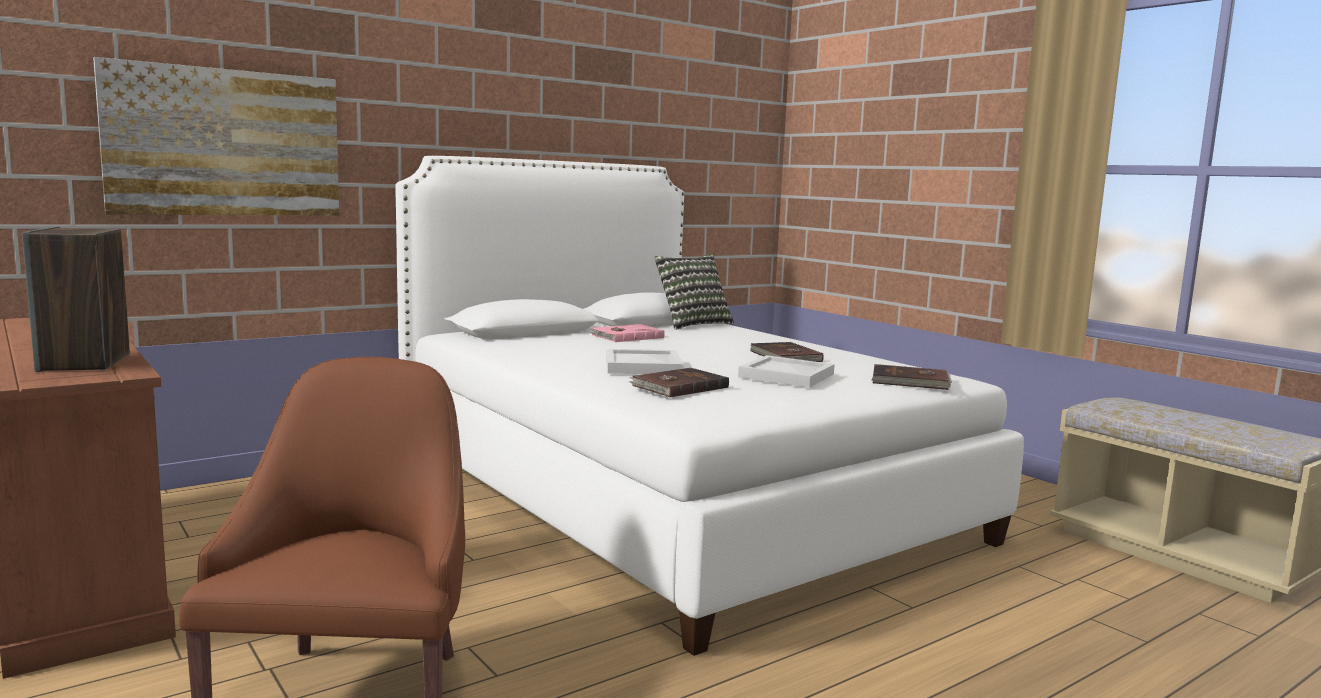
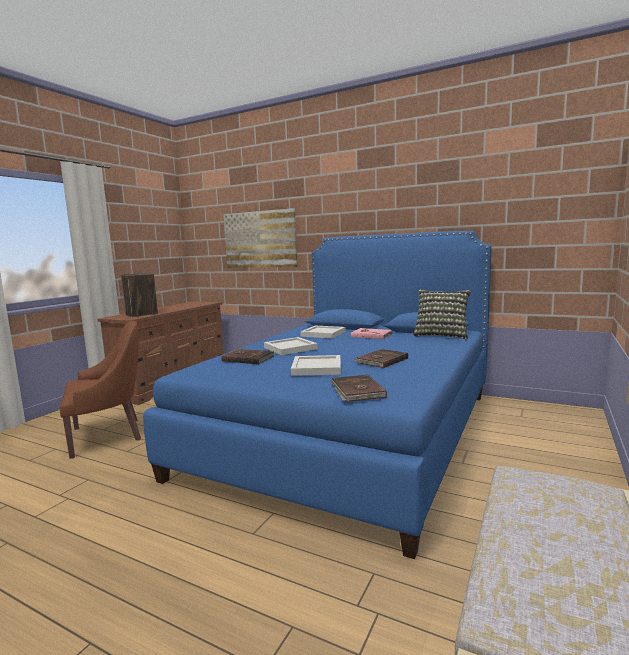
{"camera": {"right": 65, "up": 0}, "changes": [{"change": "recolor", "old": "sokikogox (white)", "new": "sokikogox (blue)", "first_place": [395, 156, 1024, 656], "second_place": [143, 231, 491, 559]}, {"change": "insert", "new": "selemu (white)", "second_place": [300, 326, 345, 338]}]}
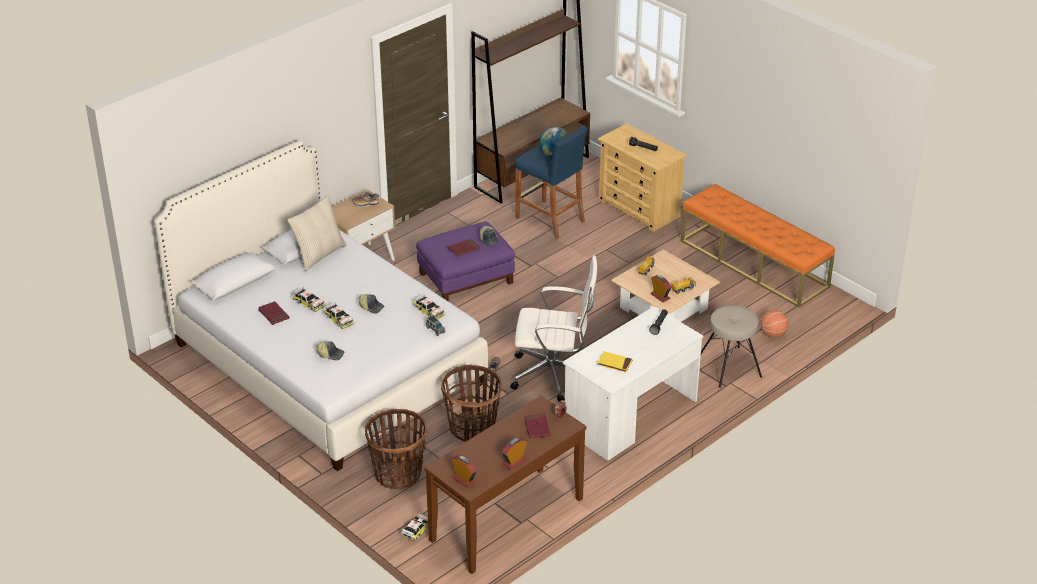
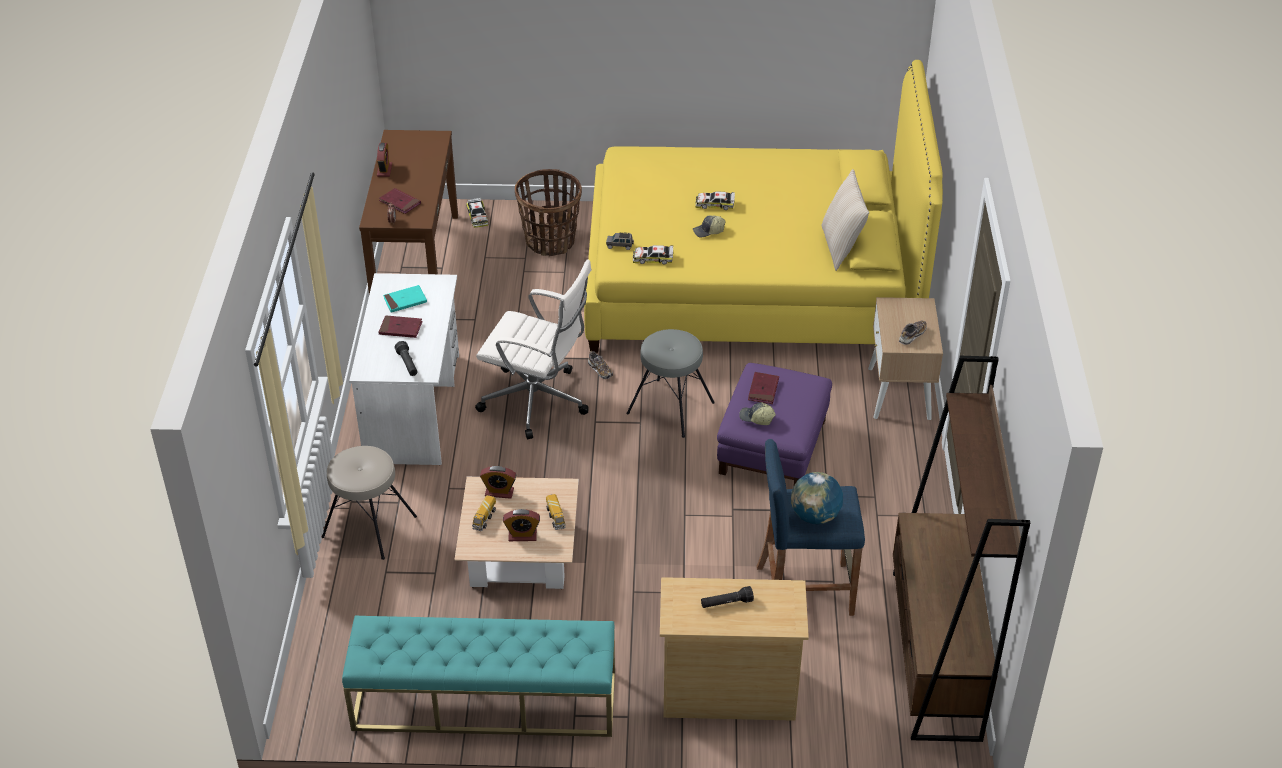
{"camera": {"right": 135, "up": 5}, "changes": [{"change": "recolor", "old": "sokikogox (white)", "new": "sokikogox (yellow)", "first_place": [154, 141, 488, 471], "second_place": [584, 60, 943, 353]}, {"change": "recolor", "old": "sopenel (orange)", "new": "sopenel (turquoise)", "first_place": [681, 184, 835, 308], "second_place": [342, 616, 615, 737]}, {"change": "rotate", "old": "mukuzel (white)", "first_place": [510, 256, 597, 402], "second_place": [475, 259, 592, 439], "degrees": -120}, {"change": "delete", "old": "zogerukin", "first_place": [293, 287, 325, 312]}, {"change": "move", "old": "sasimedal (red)", "first_place": [258, 301, 289, 325], "second_place": [378, 315, 423, 338]}, {"change": "delete", "old": "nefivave", "first_place": [761, 310, 789, 338]}, {"change": "delete", "old": "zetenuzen", "first_place": [316, 341, 344, 361]}, {"change": "recolor", "old": "sasimedal (yellow)", "new": "sasimedal (turquoise)", "first_place": [597, 351, 633, 372], "second_place": [383, 285, 427, 313]}, {"change": "delete", "old": "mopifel", "first_place": [441, 364, 502, 442]}, {"change": "move", "old": "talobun", "first_place": [452, 455, 477, 488], "second_place": [503, 509, 540, 541]}, {"change": "insert", "new": "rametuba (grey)", "second_place": [626, 329, 715, 438]}]}
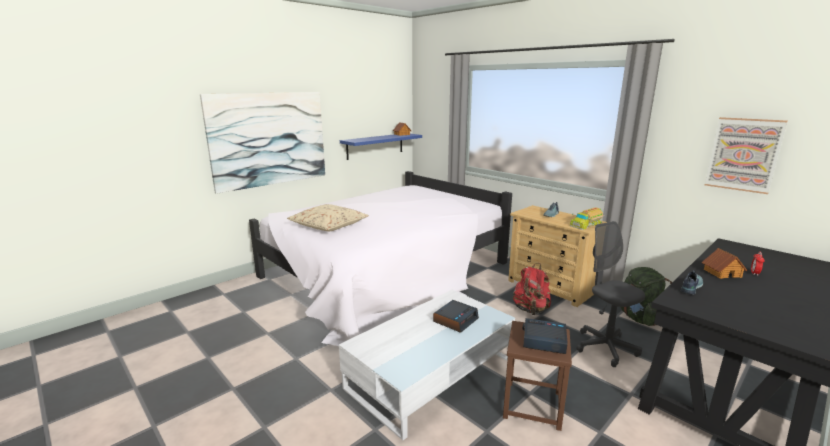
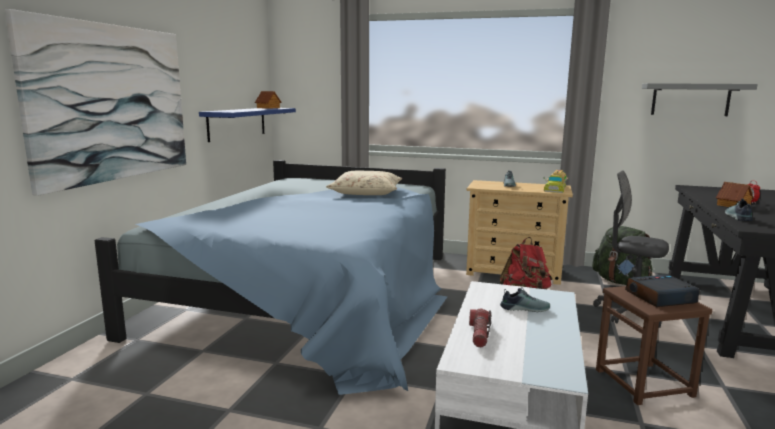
{"camera": {"right": -30, "up": -5}, "changes": [{"change": "replace", "old": "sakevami", "new": "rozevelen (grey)", "first_place": [705, 117, 788, 194], "second_place": [642, 83, 758, 116]}, {"change": "recolor", "old": "sokikogox (white)", "new": "sokikogox (blue)", "first_place": [249, 171, 512, 346], "second_place": [95, 160, 447, 395]}, {"change": "move", "old": "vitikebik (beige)", "first_place": [287, 204, 369, 231], "second_place": [326, 171, 402, 195]}, {"change": "replace", "old": "talobun", "new": "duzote", "first_place": [433, 300, 479, 333], "second_place": [500, 287, 550, 312]}, {"change": "insert", "new": "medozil", "second_place": [469, 309, 492, 347]}]}
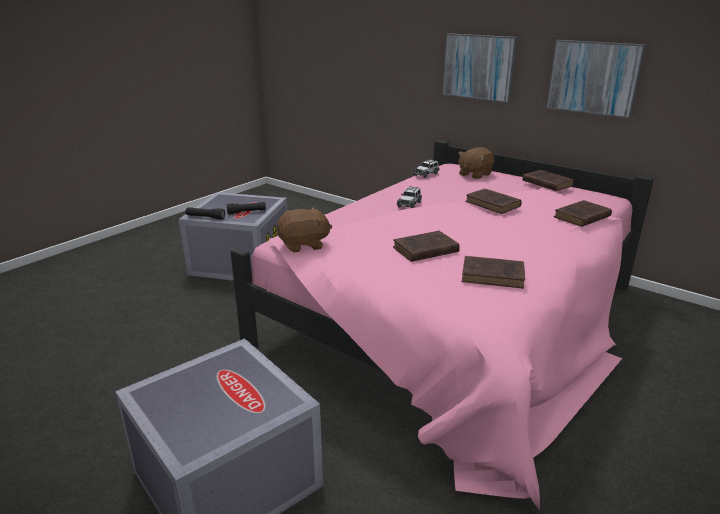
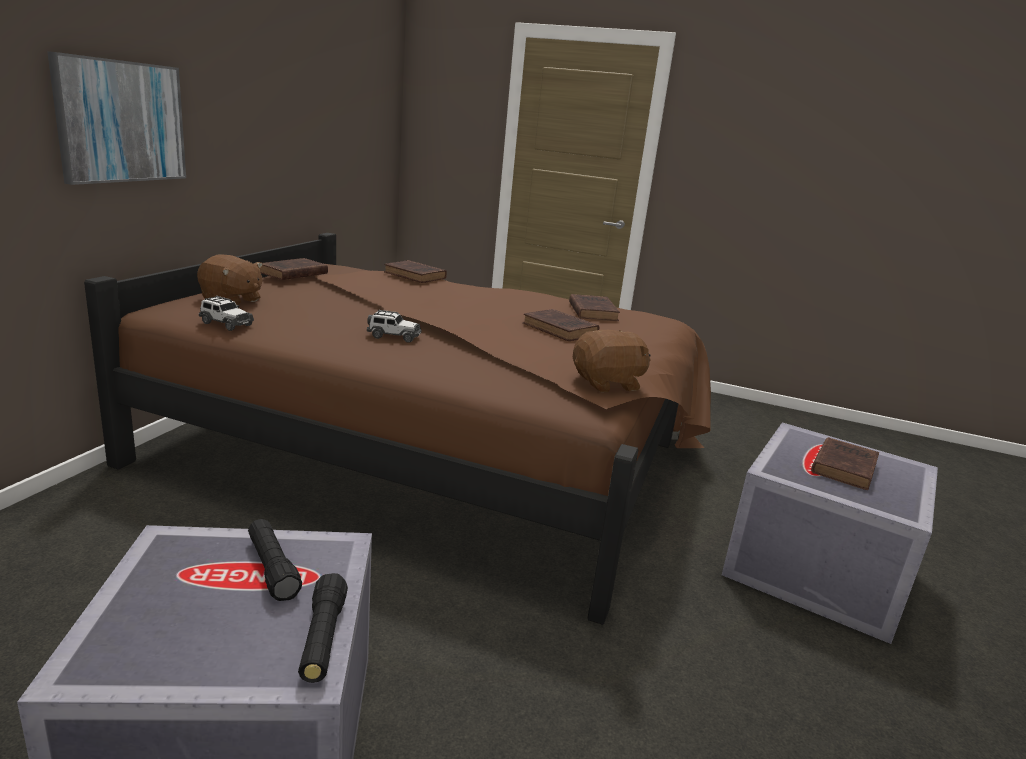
{"camera": {"right": -110, "up": -5}, "changes": [{"change": "delete", "old": "sakevami", "first_place": [546, 40, 646, 118]}, {"change": "recolor", "old": "sokikogox (pink)", "new": "sokikogox (brown)", "first_place": [231, 140, 654, 510], "second_place": [84, 233, 711, 625]}, {"change": "move", "old": "sasimedal (brown)", "first_place": [465, 188, 522, 214], "second_place": [811, 437, 879, 490]}, {"change": "rotate", "old": "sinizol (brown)", "first_place": [276, 207, 333, 252], "second_place": [573, 330, 651, 392], "degrees": 105}]}
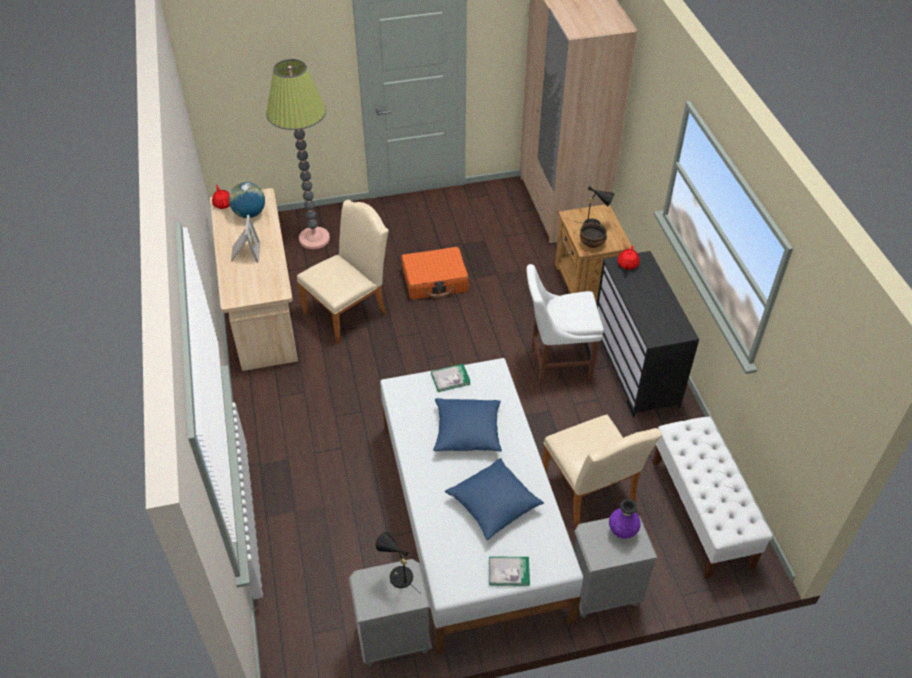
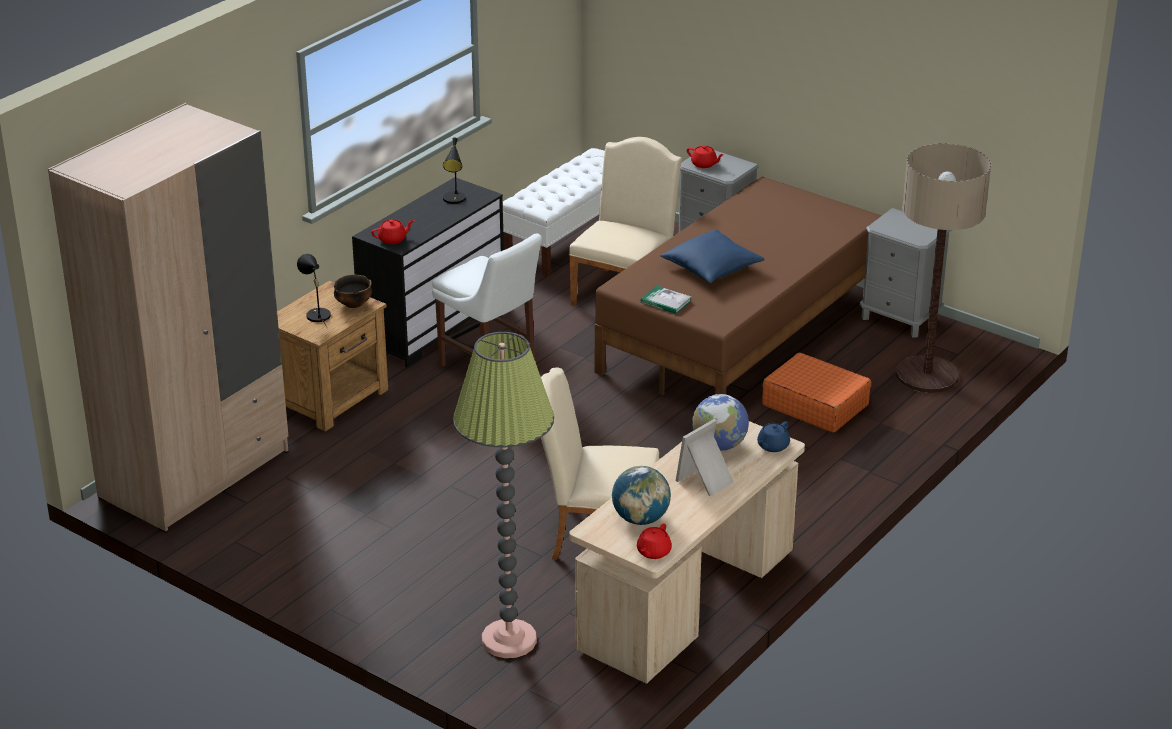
{"camera": {"right": -130, "up": -15}, "changes": [{"change": "move", "old": "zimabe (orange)", "first_place": [401, 247, 469, 300], "second_place": [762, 353, 871, 433]}, {"change": "recolor", "old": "sokikogox (white)", "new": "sokikogox (brown)", "first_place": [380, 358, 583, 654], "second_place": [595, 176, 882, 395]}, {"change": "delete", "old": "vitikebik (blue)", "first_place": [445, 458, 544, 540]}, {"change": "replace", "old": "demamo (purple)", "new": "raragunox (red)", "first_place": [609, 499, 641, 539], "second_place": [687, 145, 724, 168]}, {"change": "move", "old": "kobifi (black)", "first_place": [376, 532, 421, 594], "second_place": [443, 138, 465, 204]}, {"change": "delete", "old": "sasimedal", "first_place": [489, 556, 530, 586]}, {"change": "insert", "new": "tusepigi", "second_place": [896, 143, 991, 393]}, {"change": "insert", "new": "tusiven", "second_place": [692, 394, 749, 451]}, {"change": "insert", "new": "raragunox (blue)", "second_place": [757, 421, 790, 452]}]}
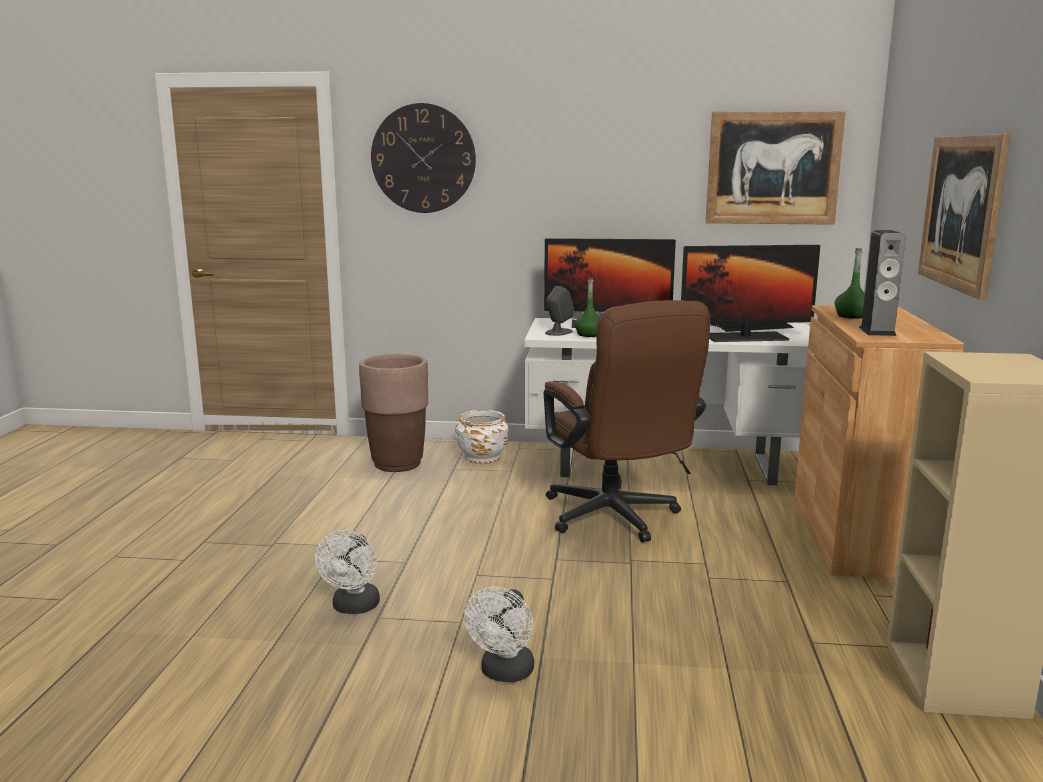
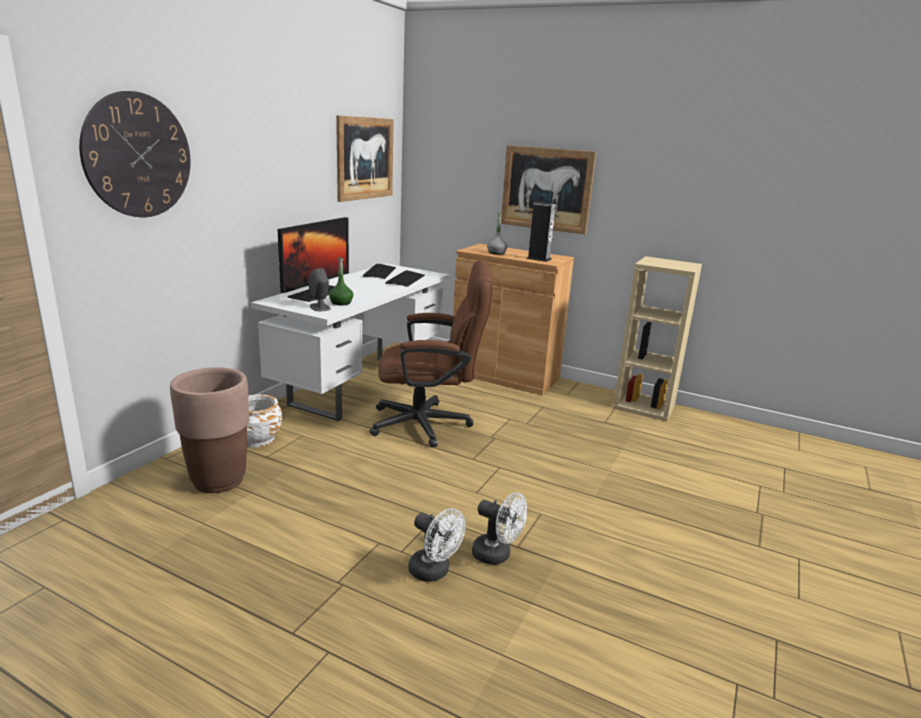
{"camera": {"right": -70, "up": 5}, "changes": [{"change": "replace", "old": "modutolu", "new": "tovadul", "first_place": [681, 245, 820, 342], "second_place": [385, 270, 425, 287]}, {"change": "recolor", "old": "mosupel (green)", "new": "mosupel (grey)", "first_place": [834, 248, 865, 319], "second_place": [487, 213, 508, 255]}, {"change": "move", "old": "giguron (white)", "first_place": [464, 587, 534, 682], "second_place": [408, 508, 466, 582]}]}
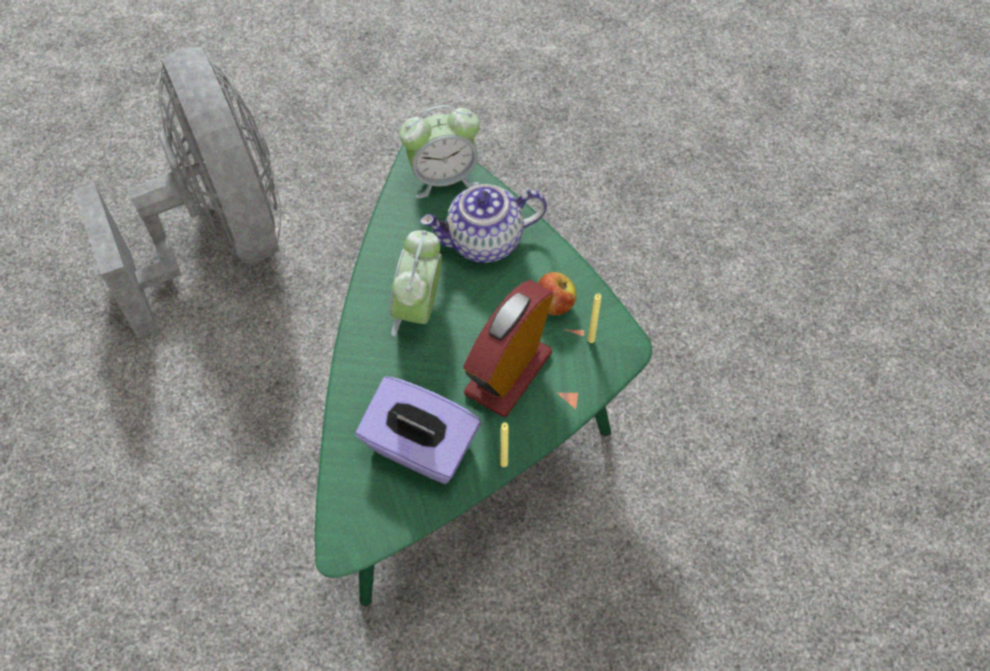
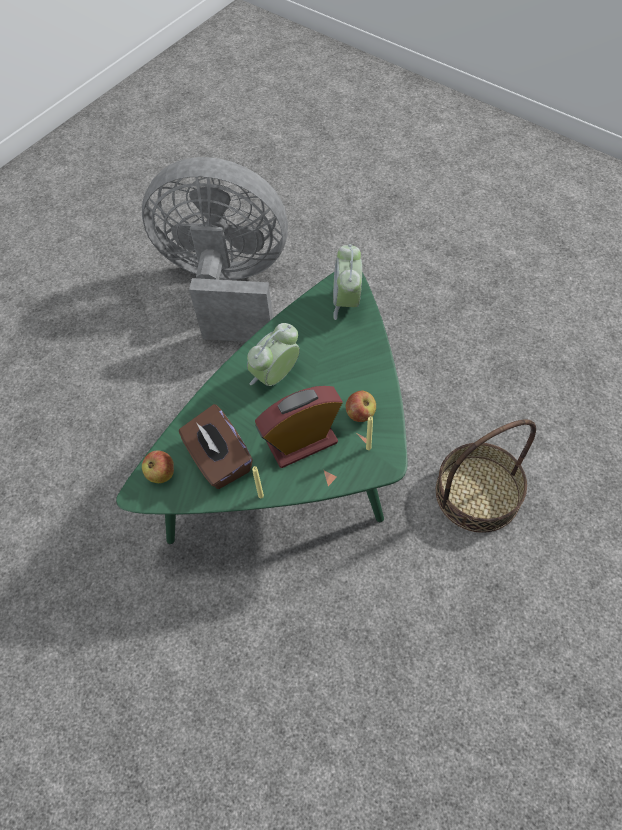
{"camera": {"right": 35, "up": 0}, "changes": [{"change": "rotate", "old": "giguron (grey)", "first_place": [73, 47, 281, 338], "second_place": [142, 157, 288, 342], "degrees": -90}, {"change": "rotate", "old": "talobun", "first_place": [400, 105, 480, 198], "second_place": [333, 244, 362, 320], "degrees": 75}, {"change": "delete", "old": "raragunox", "first_place": [420, 184, 547, 263]}, {"change": "recolor", "old": "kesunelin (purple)", "new": "kesunelin (brown)", "first_place": [356, 376, 481, 484], "second_place": [179, 404, 253, 489]}, {"change": "insert", "new": "mopifel", "second_place": [436, 420, 536, 533]}, {"change": "insert", "new": "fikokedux", "second_place": [142, 450, 174, 483]}]}
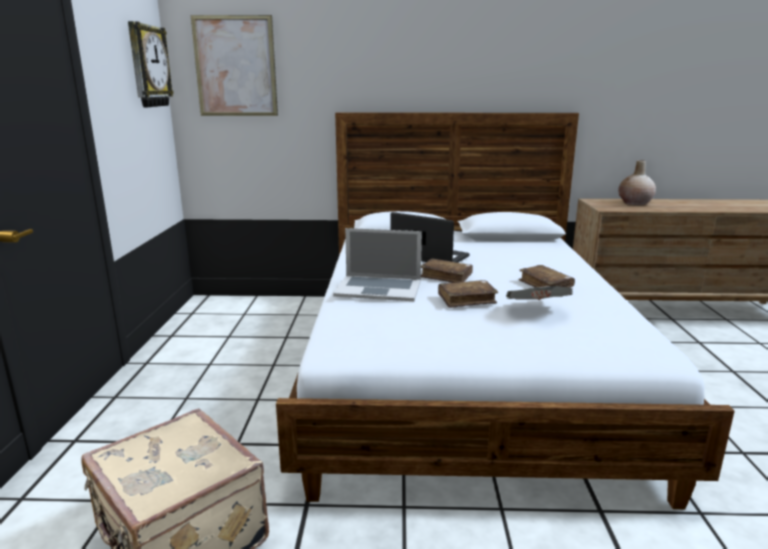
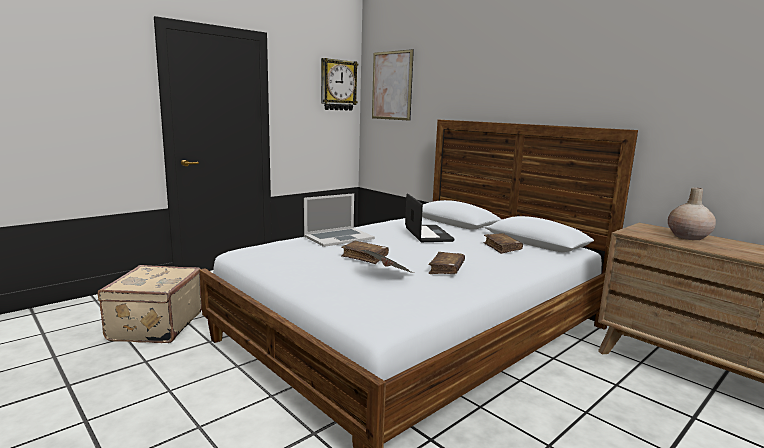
{"camera": {"right": 45, "up": -5}, "changes": [{"change": "rotate", "old": "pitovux", "first_place": [333, 228, 422, 301], "second_place": [304, 193, 375, 247], "degrees": -90}, {"change": "move", "old": "sasimedal (brown)", "first_place": [421, 258, 473, 283], "second_place": [484, 233, 523, 254]}]}
